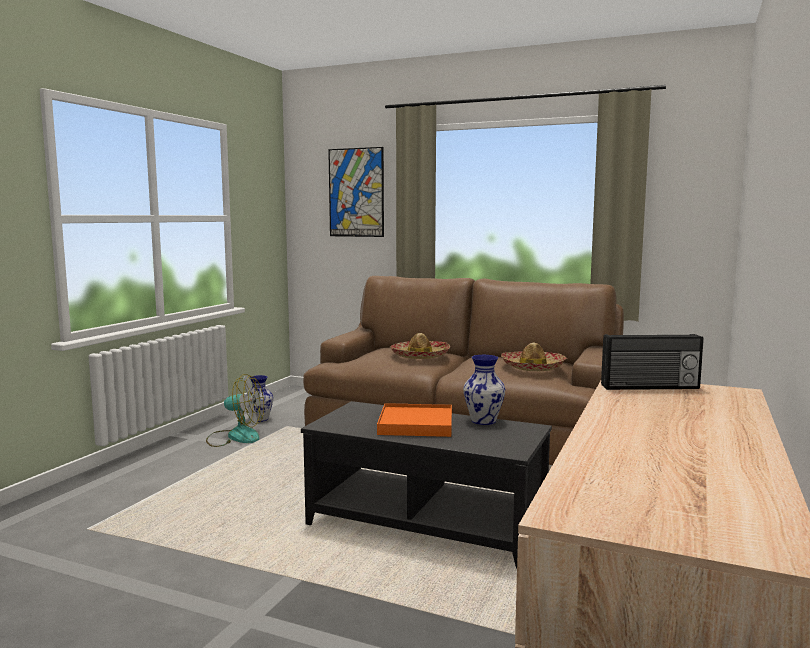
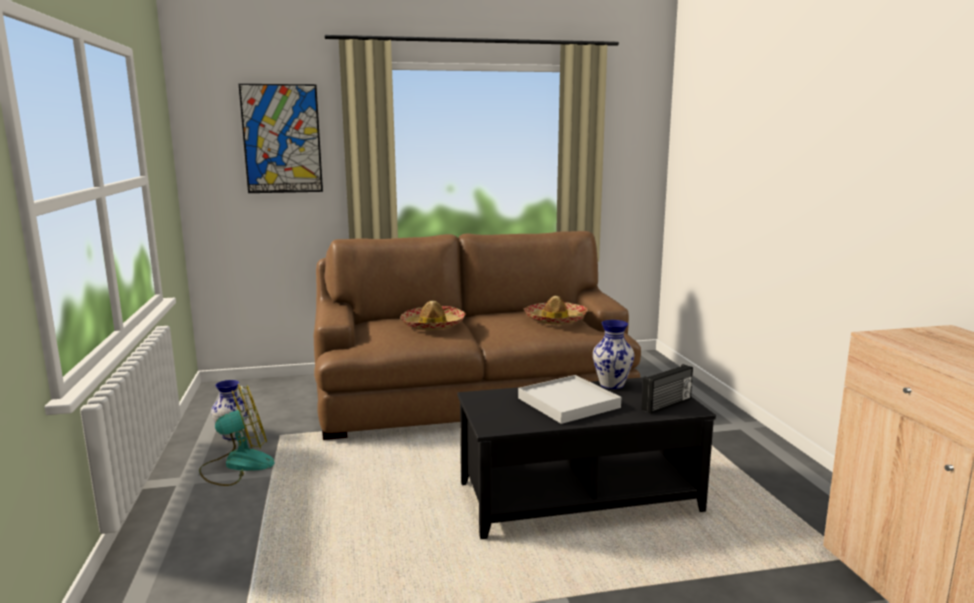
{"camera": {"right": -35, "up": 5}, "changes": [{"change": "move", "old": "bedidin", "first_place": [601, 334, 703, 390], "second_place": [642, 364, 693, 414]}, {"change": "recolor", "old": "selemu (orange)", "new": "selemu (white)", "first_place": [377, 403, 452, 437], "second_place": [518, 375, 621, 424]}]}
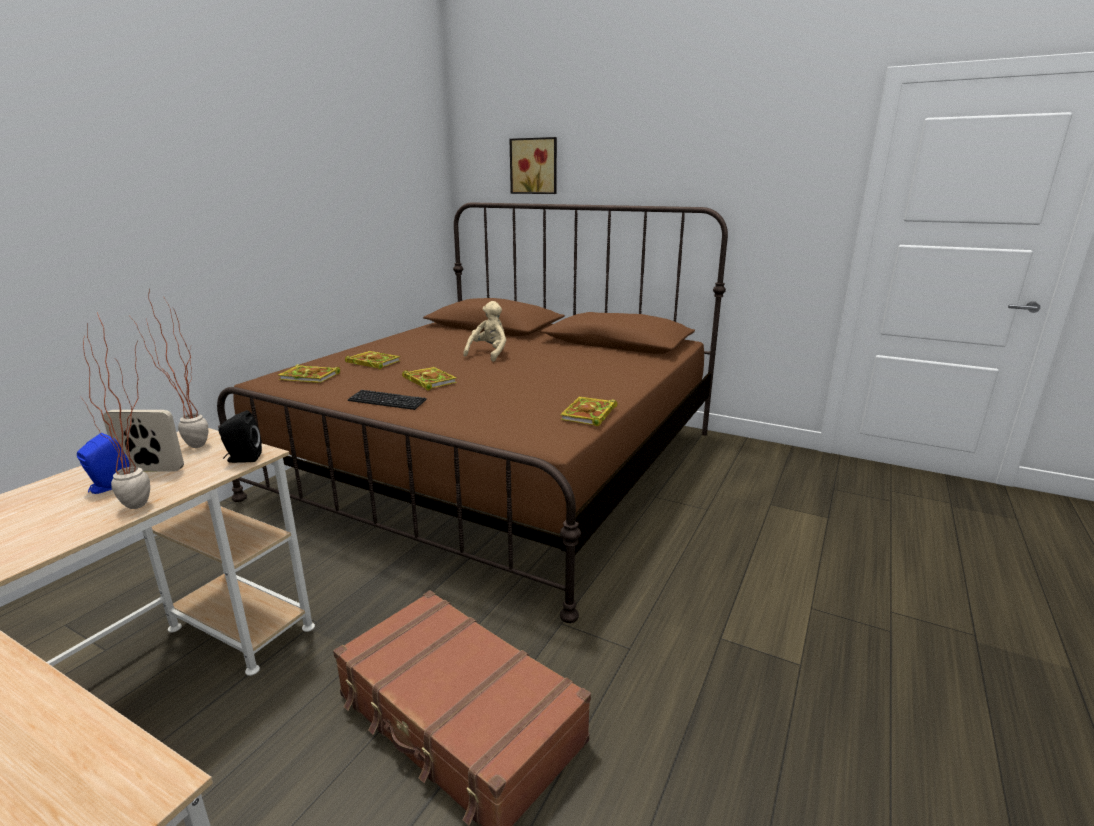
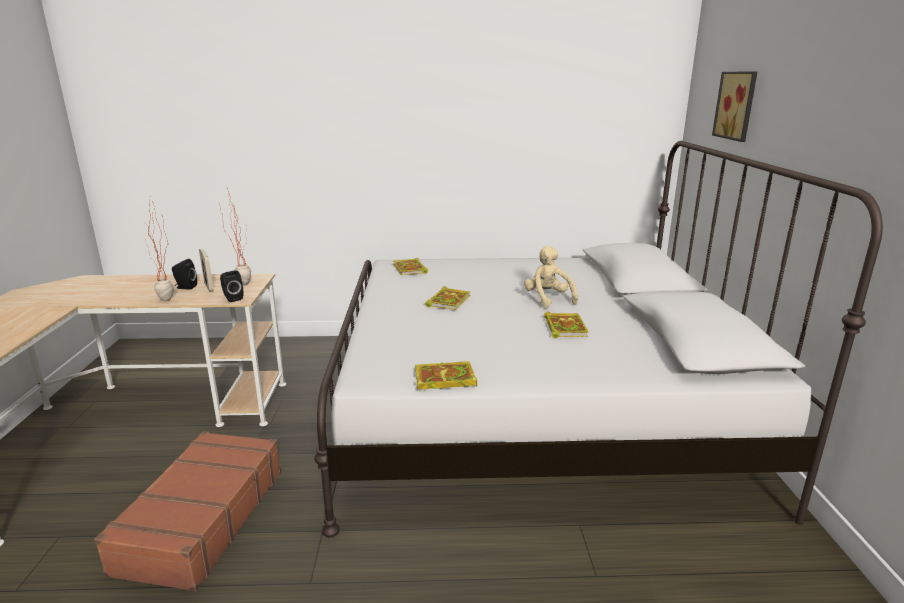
{"camera": {"right": 60, "up": 0}, "changes": [{"change": "recolor", "old": "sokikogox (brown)", "new": "sokikogox (white)", "first_place": [217, 202, 728, 623], "second_place": [314, 141, 883, 538]}, {"change": "rotate", "old": "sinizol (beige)", "first_place": [463, 301, 506, 362], "second_place": [524, 246, 578, 308], "degrees": -105}, {"change": "move", "old": "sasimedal", "first_place": [345, 351, 400, 369], "second_place": [544, 311, 588, 338]}, {"change": "delete", "old": "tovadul", "first_place": [348, 390, 427, 410]}, {"change": "recolor", "old": "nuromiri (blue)", "new": "nuromiri (black)", "first_place": [77, 433, 129, 494], "second_place": [172, 259, 197, 290]}]}
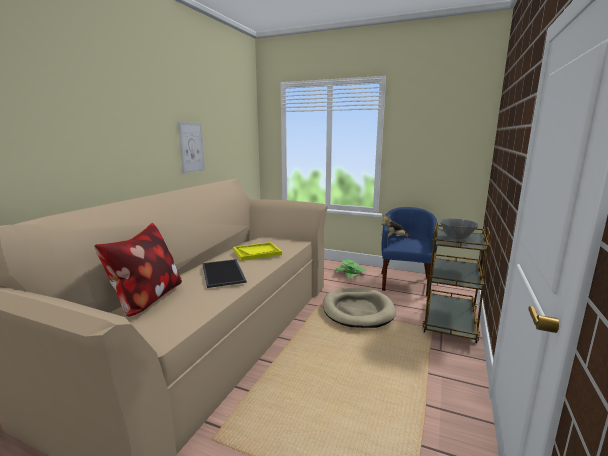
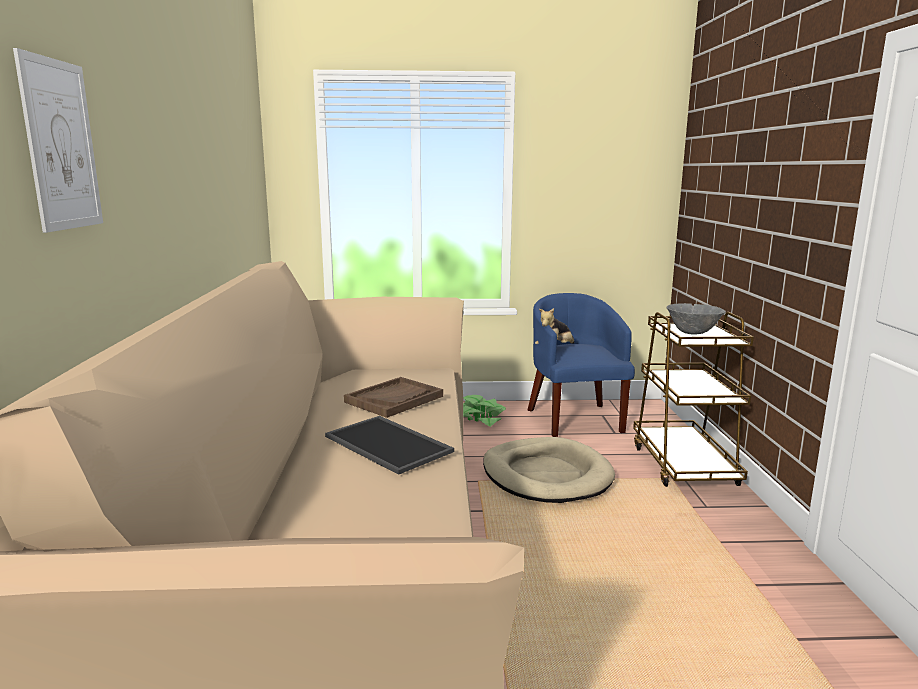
{"camera": {"right": -25, "up": 0}, "changes": [{"change": "move", "old": "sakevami", "first_place": [178, 122, 205, 173], "second_place": [13, 48, 103, 233]}, {"change": "delete", "old": "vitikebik", "first_place": [94, 223, 182, 316]}, {"change": "recolor", "old": "selemu (yellow)", "new": "selemu (brown)", "first_place": [233, 242, 282, 261], "second_place": [344, 377, 443, 418]}]}
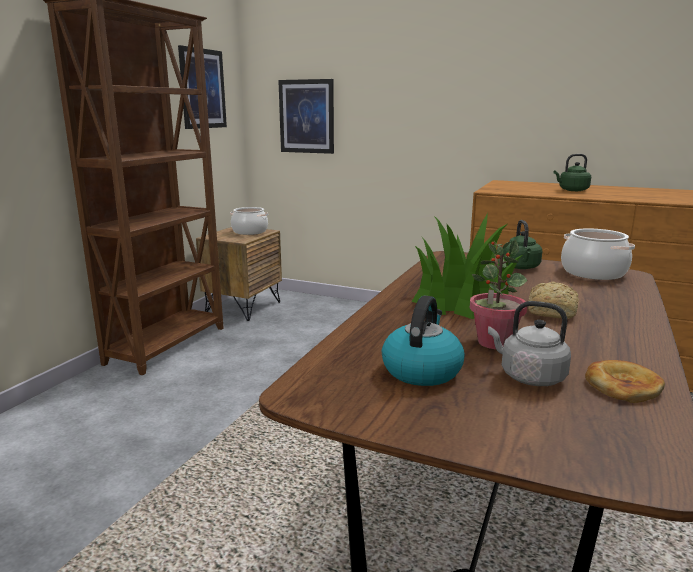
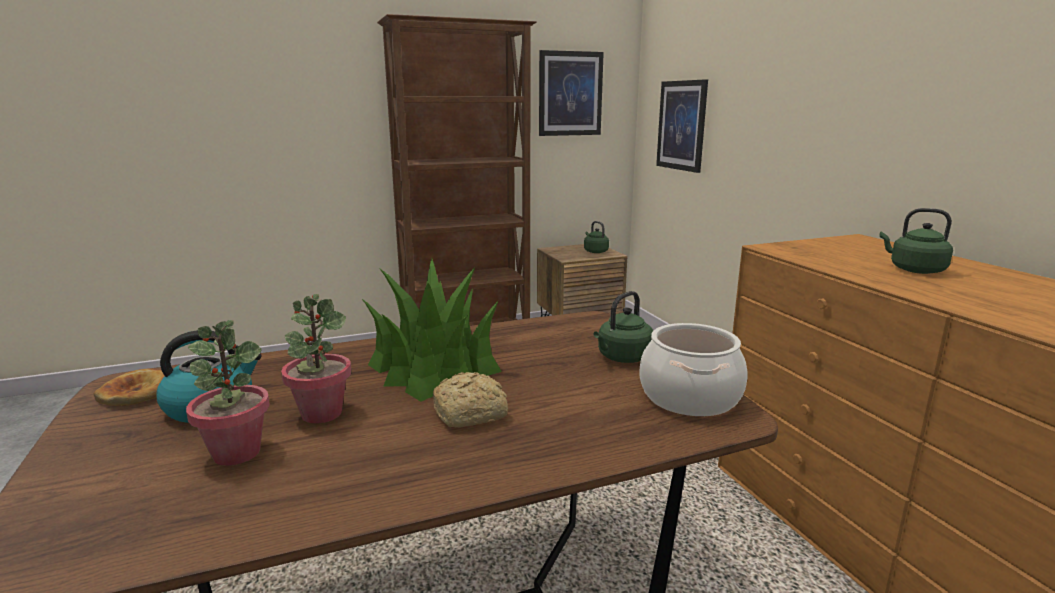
{"camera": {"right": 45, "up": 0}, "changes": [{"change": "replace", "old": "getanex", "new": "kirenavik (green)", "first_place": [230, 207, 268, 235], "second_place": [584, 221, 609, 253]}, {"change": "replace", "old": "kirenavik (grey)", "new": "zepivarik", "first_place": [488, 301, 571, 386], "second_place": [186, 320, 270, 466]}, {"change": "move", "old": "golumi", "first_place": [585, 360, 665, 403], "second_place": [93, 369, 165, 406]}]}
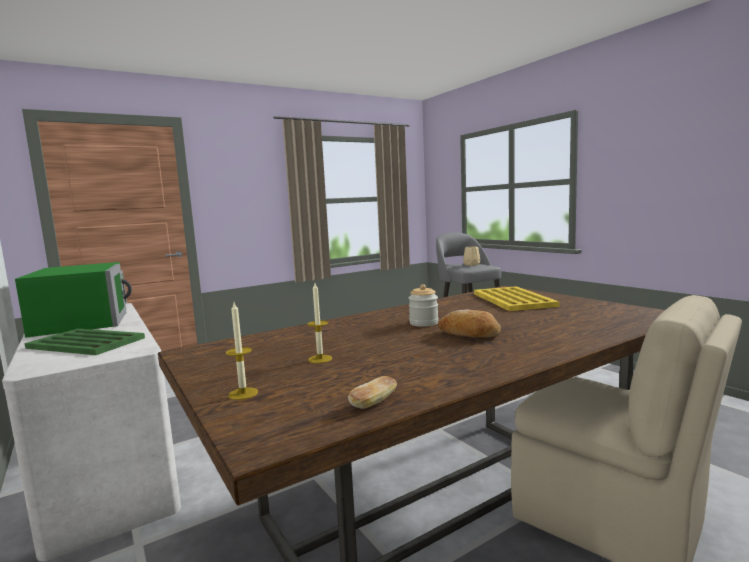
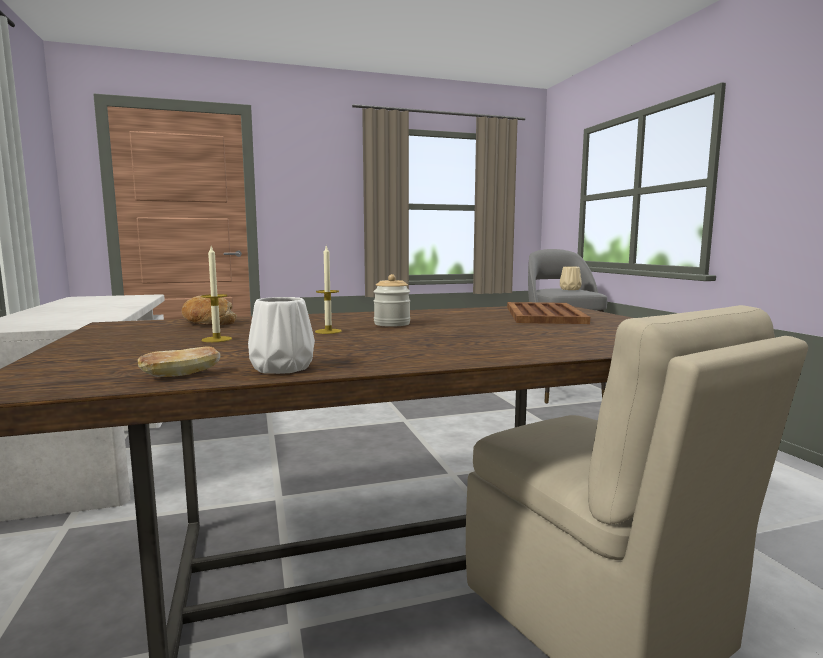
{"camera": {"right": 15, "up": 0}, "changes": [{"change": "delete", "old": "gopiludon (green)", "first_place": [15, 262, 132, 338]}, {"change": "recolor", "old": "selemu (yellow)", "new": "selemu (brown)", "first_place": [474, 286, 559, 311], "second_place": [507, 302, 590, 324]}, {"change": "move", "old": "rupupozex", "first_place": [226, 303, 258, 400], "second_place": [315, 246, 342, 334]}, {"change": "move", "old": "golumi", "first_place": [438, 310, 501, 338], "second_place": [182, 296, 237, 325]}, {"change": "delete", "old": "selemu (green)", "first_place": [24, 329, 145, 355]}, {"change": "insert", "new": "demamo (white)", "second_place": [248, 297, 315, 374]}]}
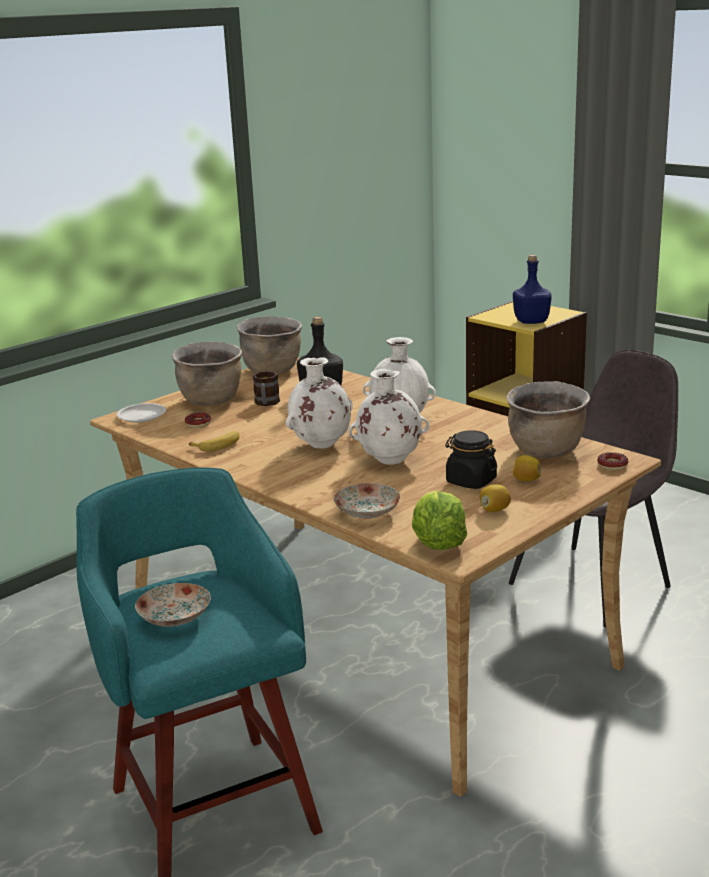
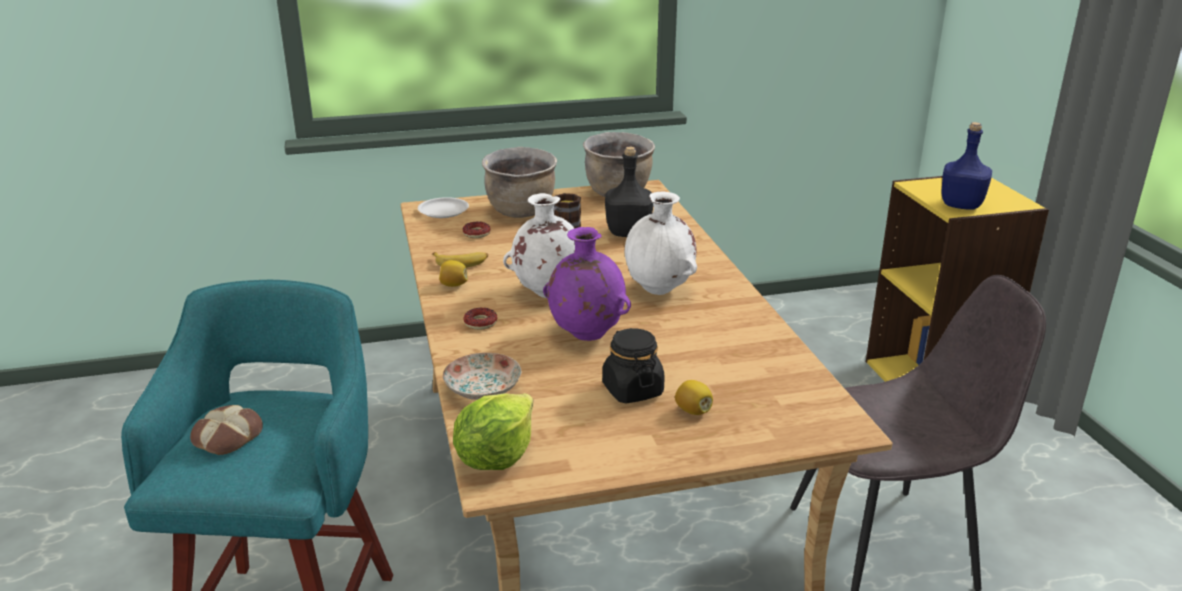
{"camera": {"right": 30, "up": 5}, "changes": [{"change": "recolor", "old": "demamo (white)", "new": "demamo (purple)", "first_place": [348, 369, 429, 465], "second_place": [543, 227, 631, 341]}, {"change": "delete", "old": "getanex (brown)", "first_place": [507, 381, 590, 458]}, {"change": "move", "old": "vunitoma", "first_place": [597, 452, 628, 470], "second_place": [463, 308, 497, 330]}, {"change": "move", "old": "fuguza", "first_place": [480, 484, 511, 512], "second_place": [439, 260, 468, 287]}, {"change": "replace", "old": "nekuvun", "new": "golumi", "first_place": [135, 583, 211, 627], "second_place": [190, 405, 263, 455]}]}
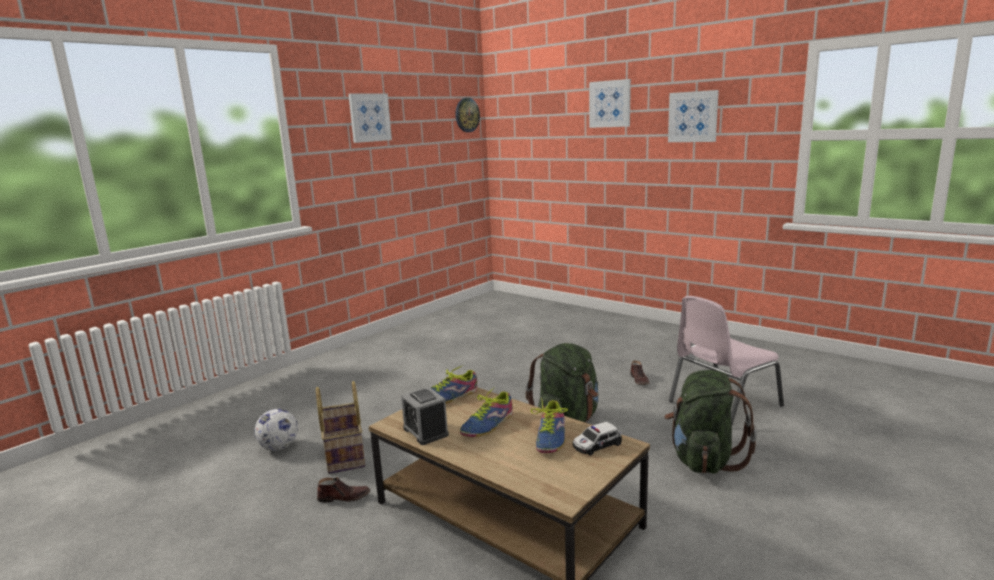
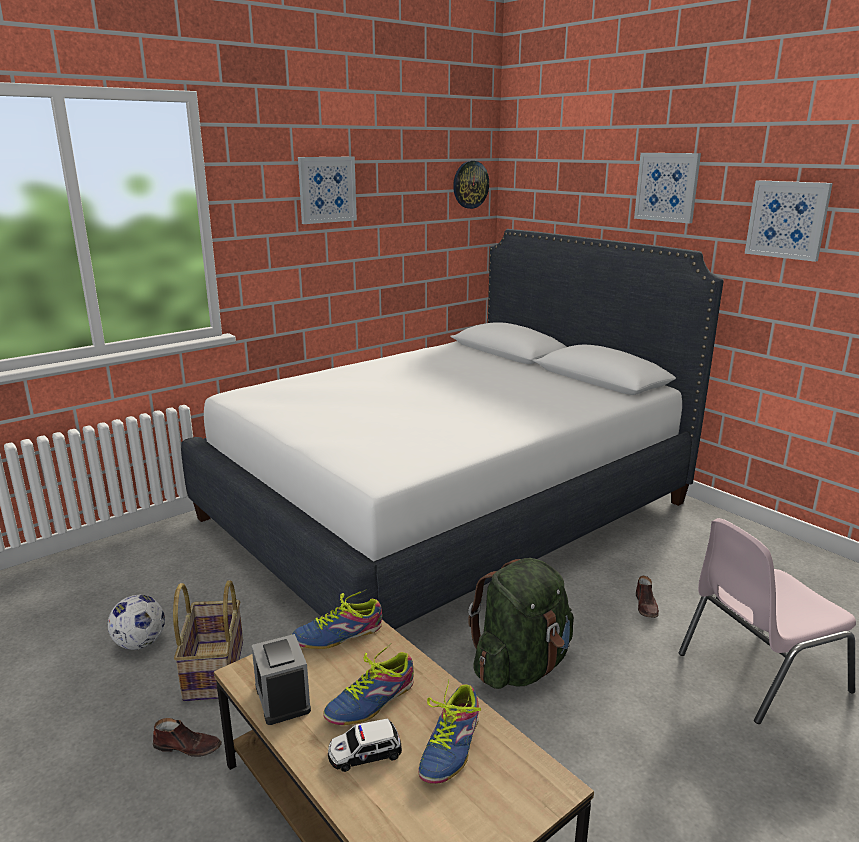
{"camera": {"right": 10, "up": 5}, "changes": [{"change": "delete", "old": "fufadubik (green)", "first_place": [664, 370, 757, 474]}, {"change": "move", "old": "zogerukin", "first_place": [573, 421, 622, 455], "second_place": [328, 719, 402, 772]}, {"change": "insert", "new": "sokikogox (white)", "second_place": [181, 229, 724, 630]}]}
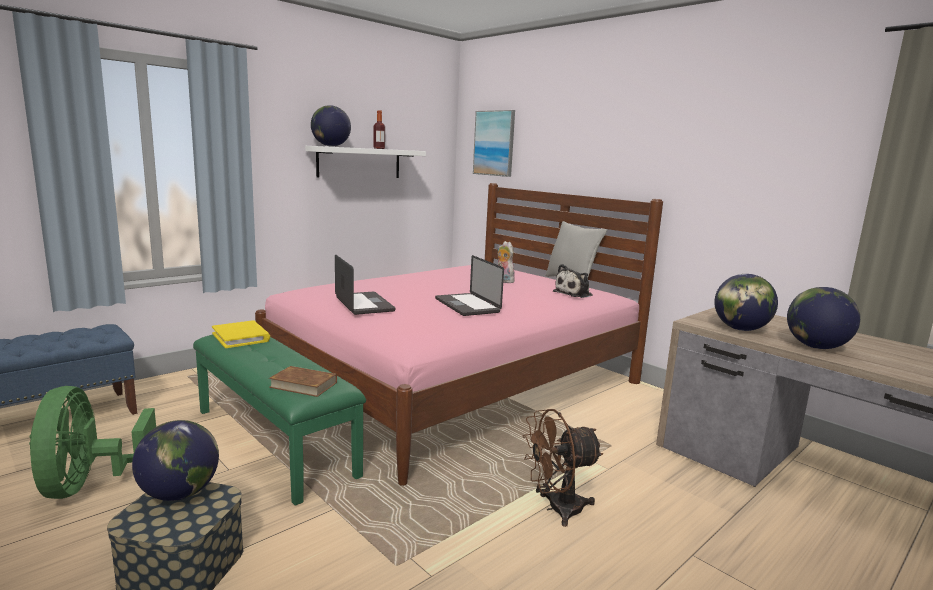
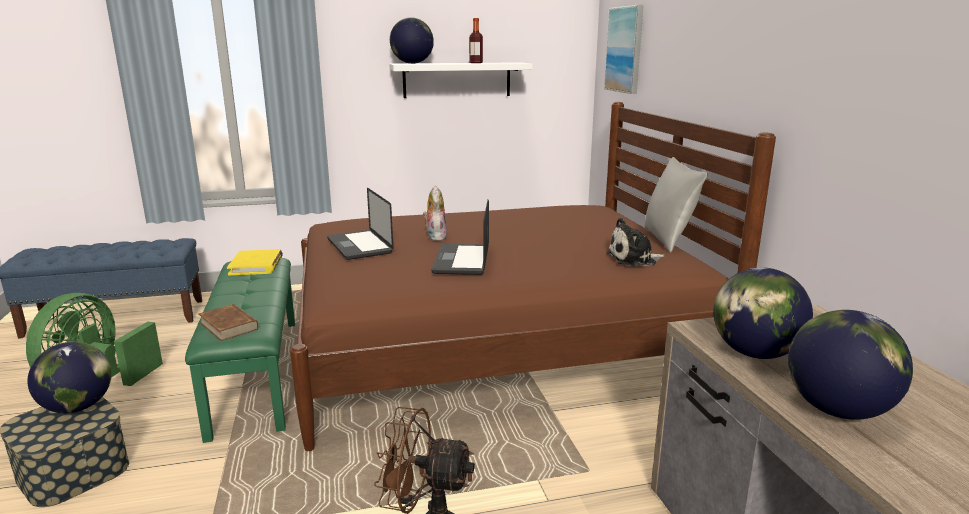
{"camera": {"right": 30, "up": 5}, "changes": [{"change": "recolor", "old": "sokikogox (pink)", "new": "sokikogox (brown)", "first_place": [255, 183, 663, 486], "second_place": [290, 102, 776, 451]}, {"change": "move", "old": "sinizol", "first_place": [498, 241, 515, 283], "second_place": [423, 186, 447, 241]}, {"change": "rotate", "old": "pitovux", "first_place": [335, 254, 396, 315], "second_place": [327, 188, 393, 260], "degrees": 150}]}
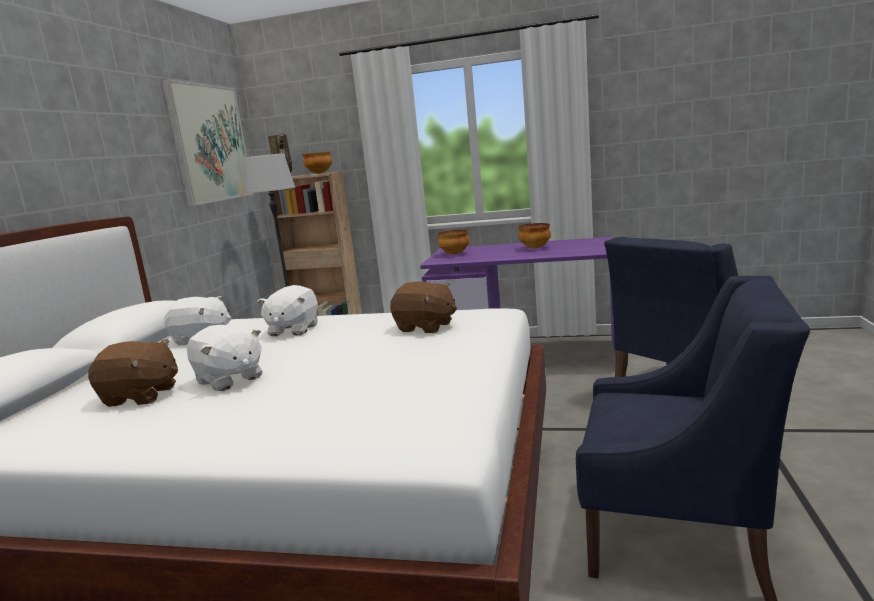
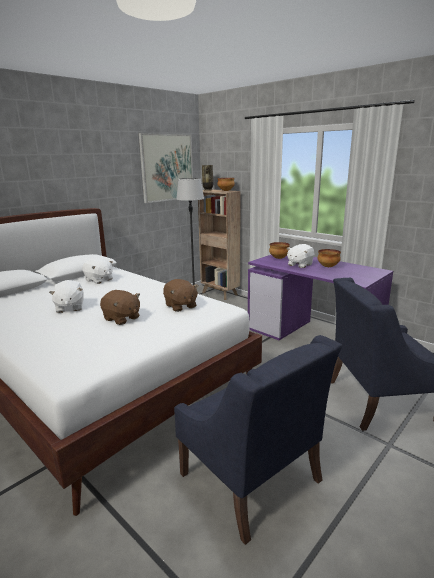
{"camera": {"right": 30, "up": 5}, "changes": [{"change": "move", "old": "sinizol (white)", "first_place": [257, 285, 318, 336], "second_place": [286, 244, 314, 268]}, {"change": "move", "old": "sinizol (brown)", "first_place": [88, 339, 178, 407], "second_place": [100, 290, 140, 325]}]}
